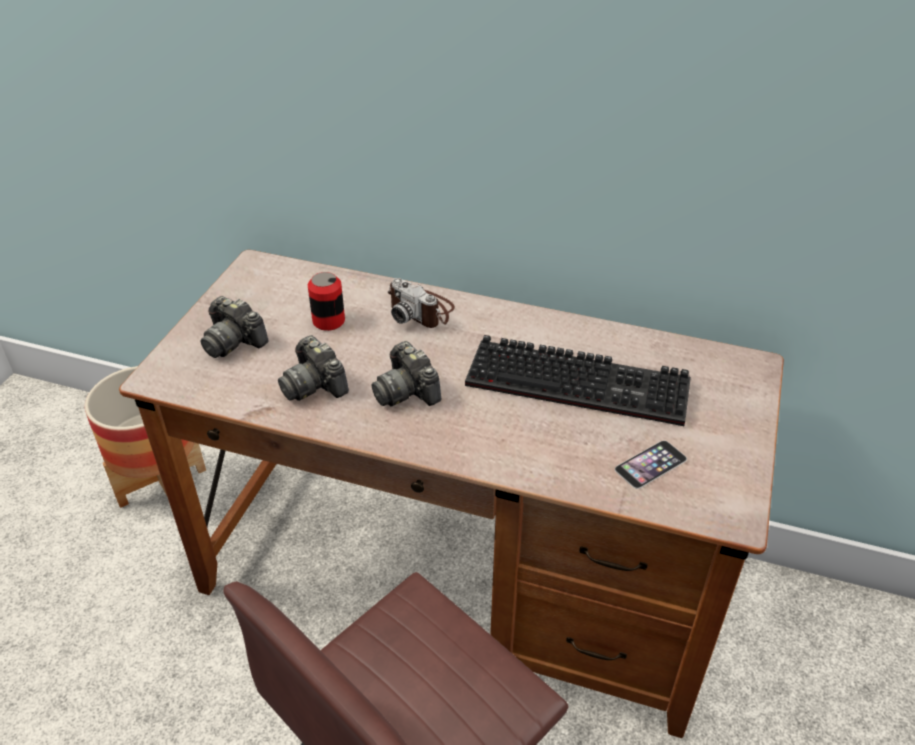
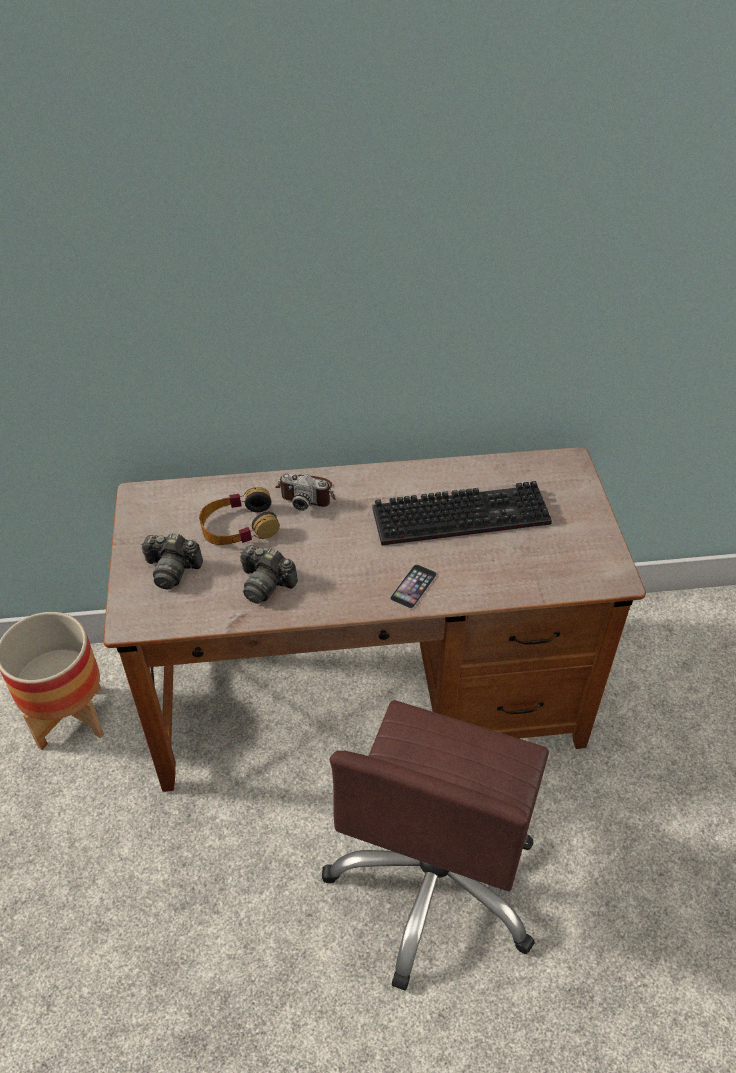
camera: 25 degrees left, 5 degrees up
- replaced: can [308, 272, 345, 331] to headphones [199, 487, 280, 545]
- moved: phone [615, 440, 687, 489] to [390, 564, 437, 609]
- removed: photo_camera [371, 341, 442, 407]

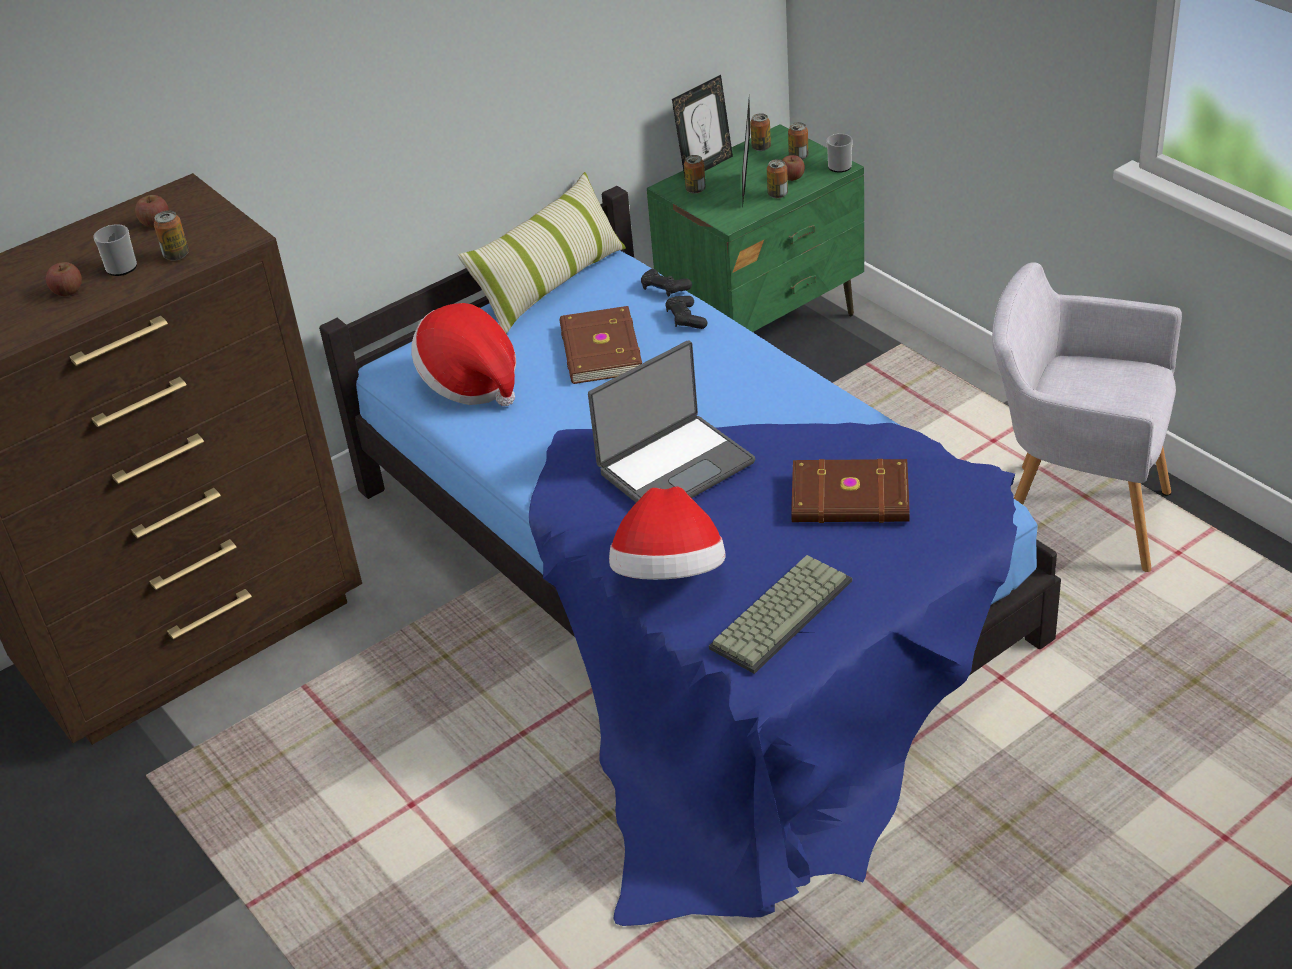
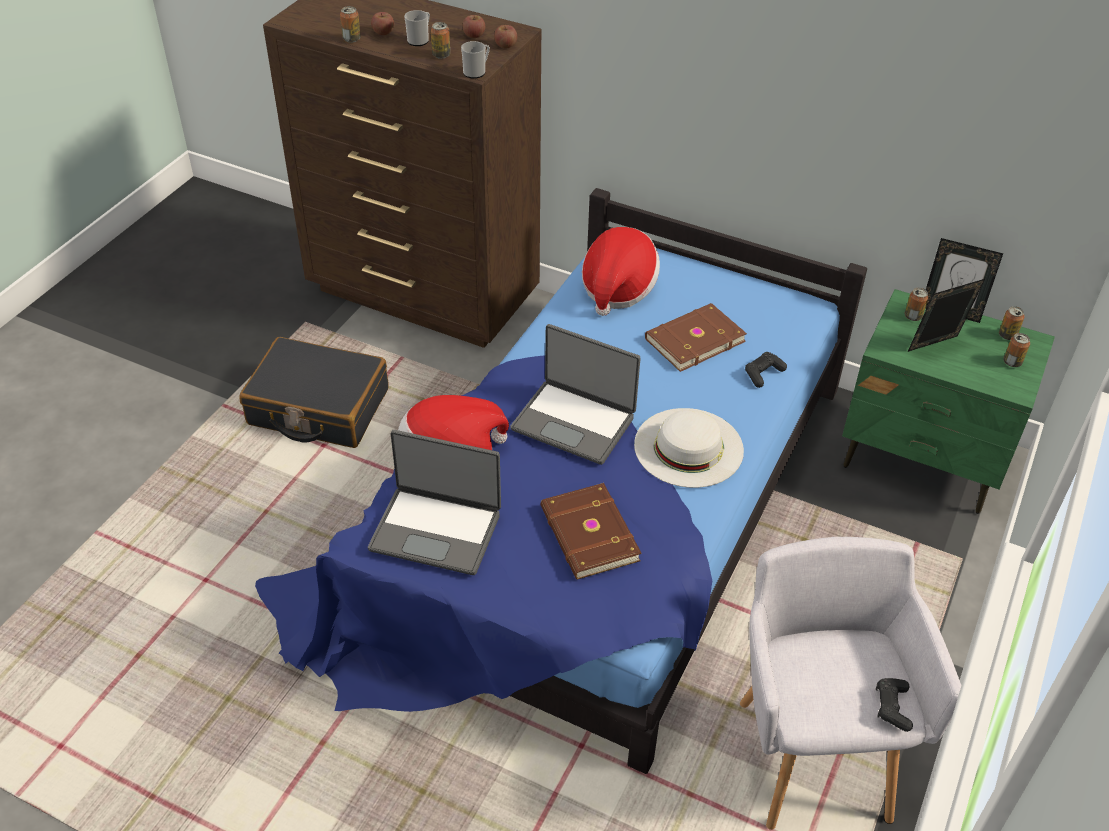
camera: 60 degrees right, 5 degrees up
- added: black_suitcase [239, 337, 389, 448]
- moved: can [767, 159, 788, 198] to [340, 6, 361, 42]
- replaced: keyboard [709, 555, 852, 674] to laptop [368, 430, 501, 575]
- moved: mug [826, 133, 853, 173] to [461, 41, 490, 79]
- moved: apple [782, 155, 805, 181] to [494, 25, 517, 48]
- added: white_hat [634, 408, 744, 488]
- moved: black_game_controller [641, 269, 692, 297] to [876, 678, 913, 732]
- removed: pillow [458, 172, 626, 334]

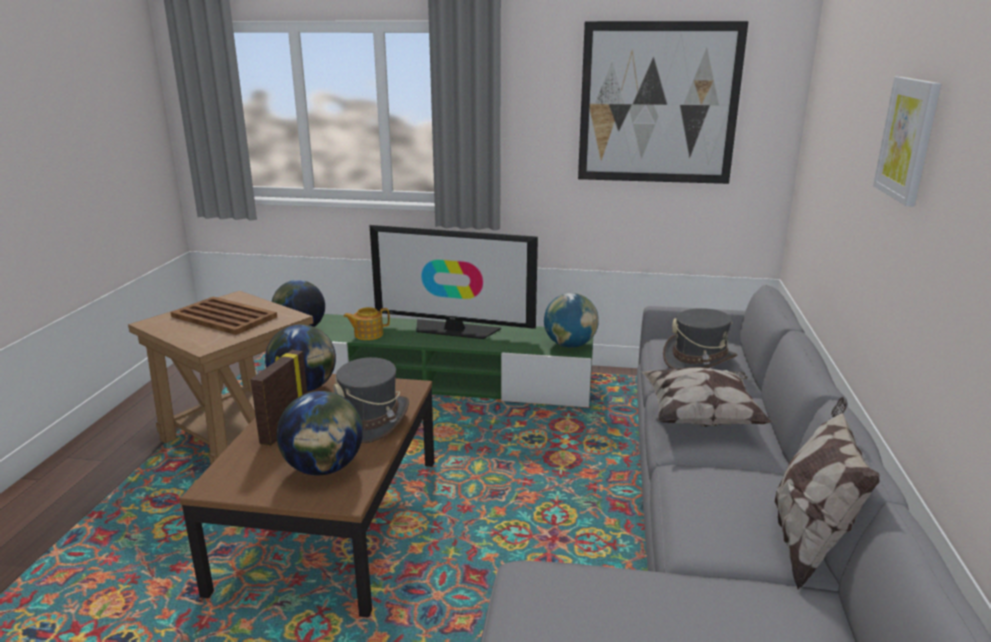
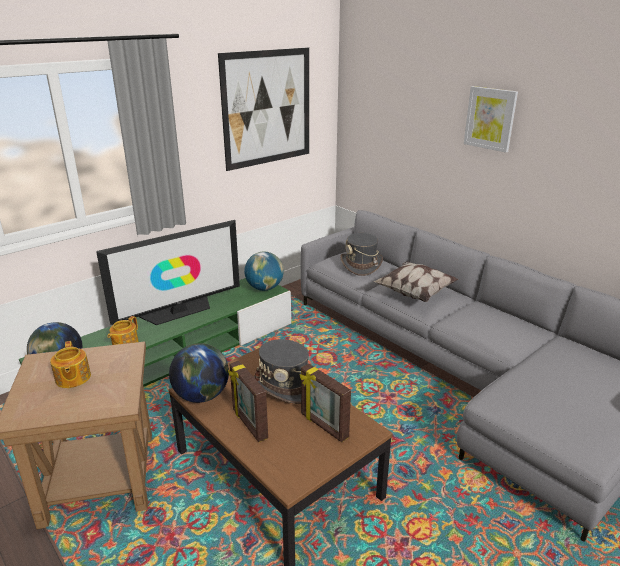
camera: 50 degrees left, 5 degrees up
- replaced: brown_tray [171, 297, 277, 335] to teapot [50, 341, 91, 388]
- replaced: globe [277, 391, 363, 475] to picture_frame [300, 364, 351, 442]
- removed: pillow [774, 397, 880, 589]

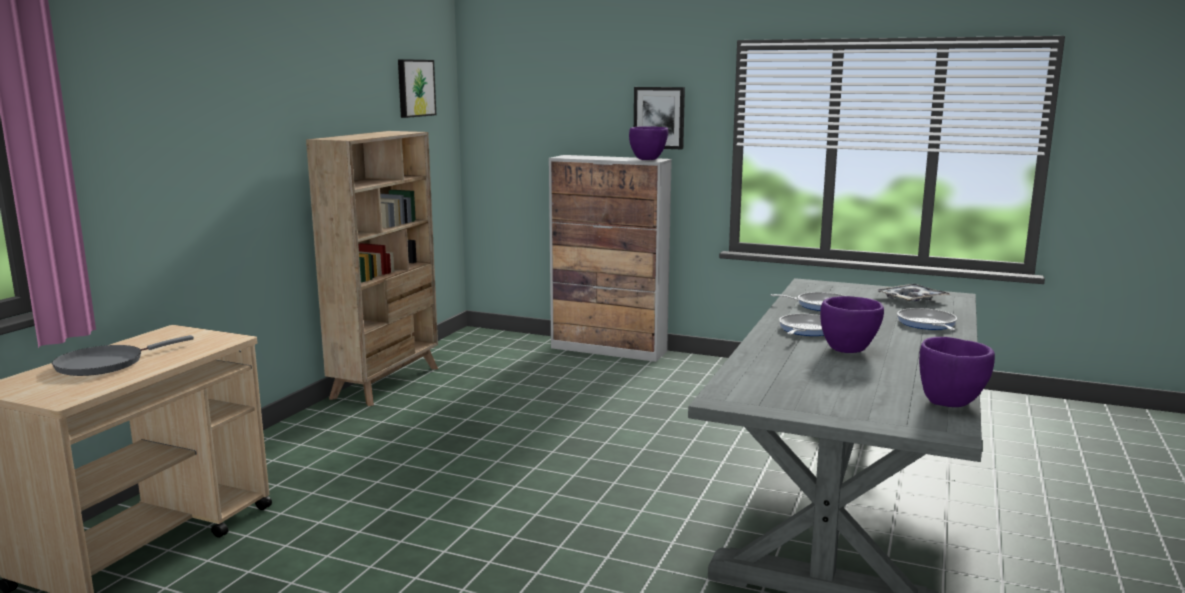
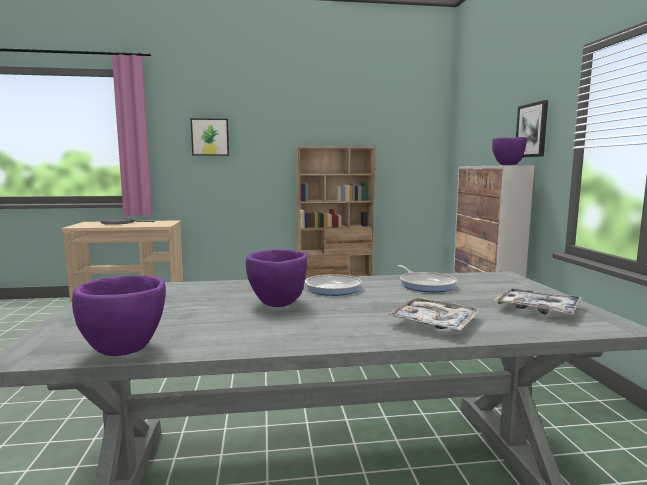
camera: 60 degrees right, 5 degrees down
- moved: picture [398, 59, 436, 118] to [191, 118, 229, 156]
- replaced: frying_pan [897, 308, 957, 331] to tray [387, 297, 481, 330]

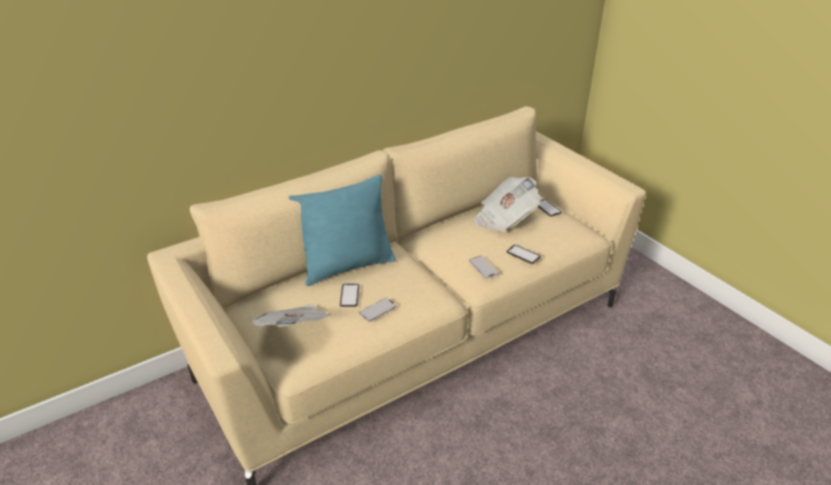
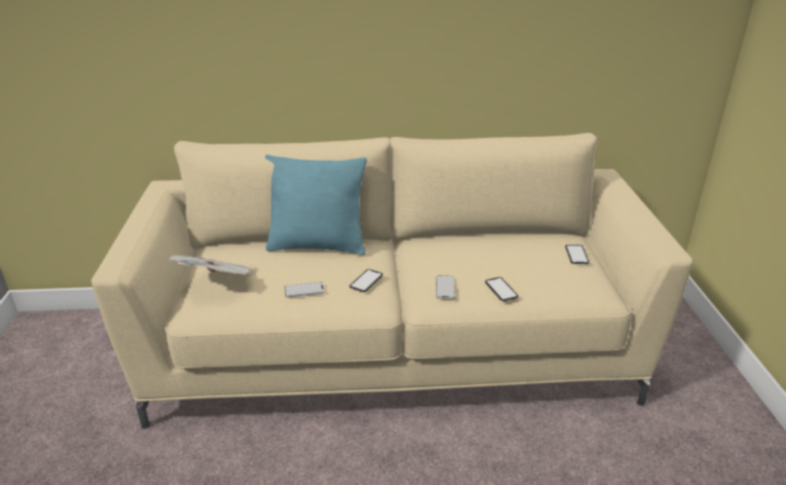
camera: 30 degrees right, 5 degrees down
- moved: phone [340, 284, 359, 307] to [350, 269, 383, 292]
- removed: newspaper [473, 177, 541, 233]

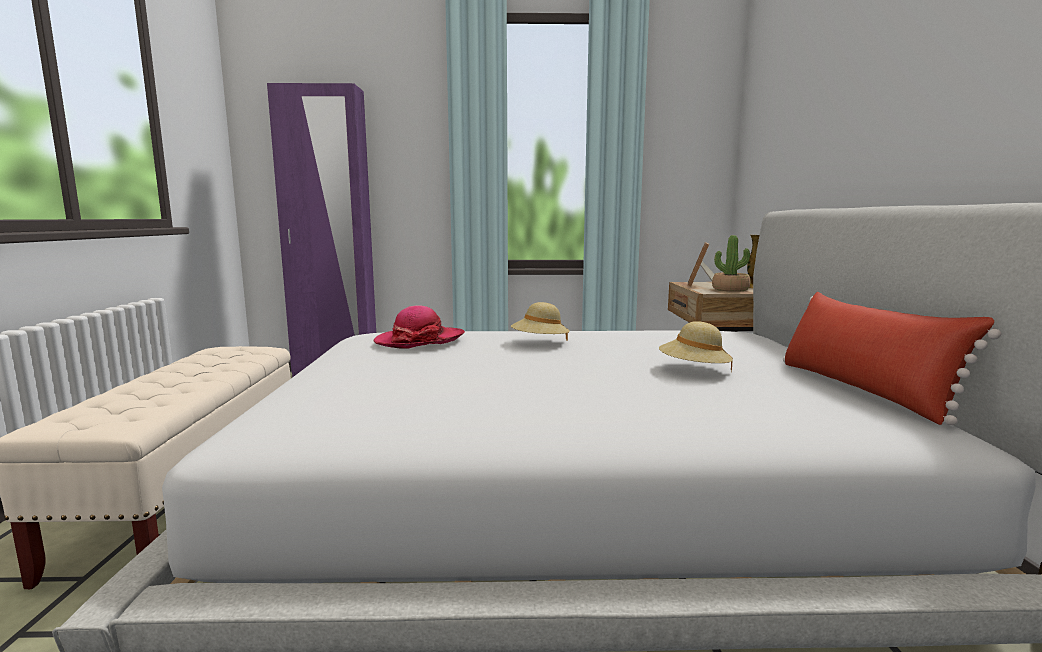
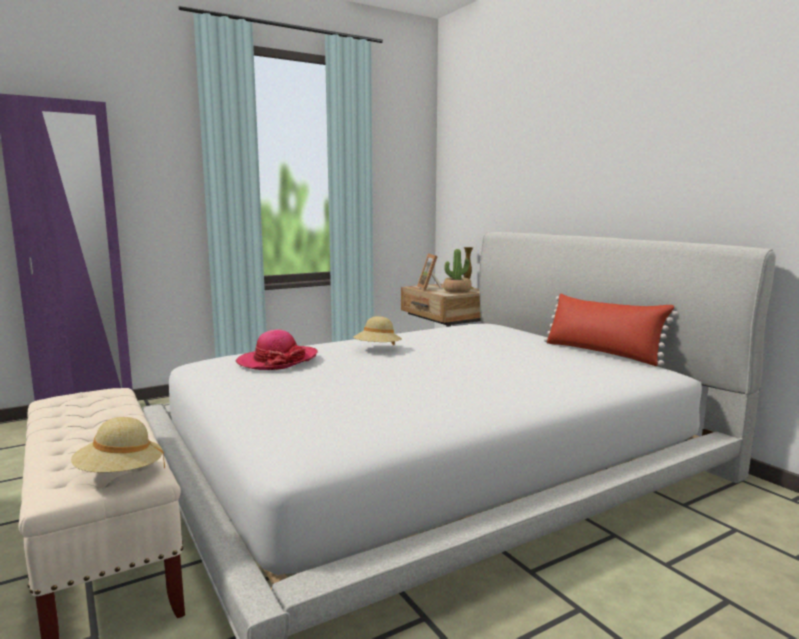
camera: 30 degrees left, 0 degrees up
- moved: beige_hat [659, 321, 733, 372] to [71, 417, 165, 473]

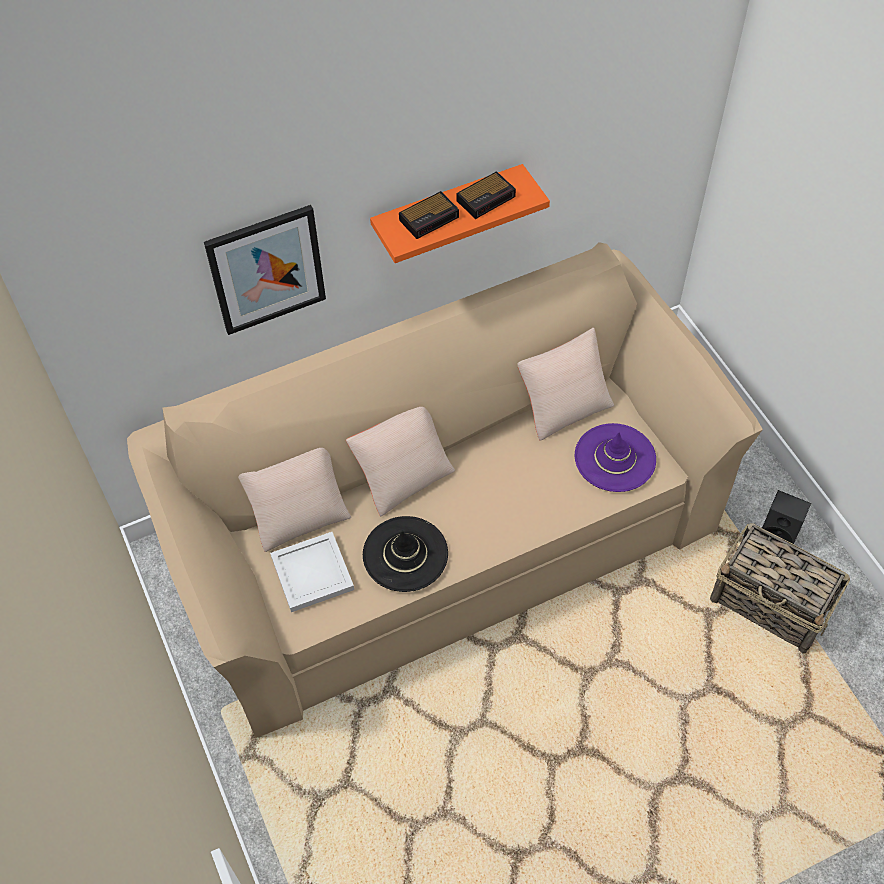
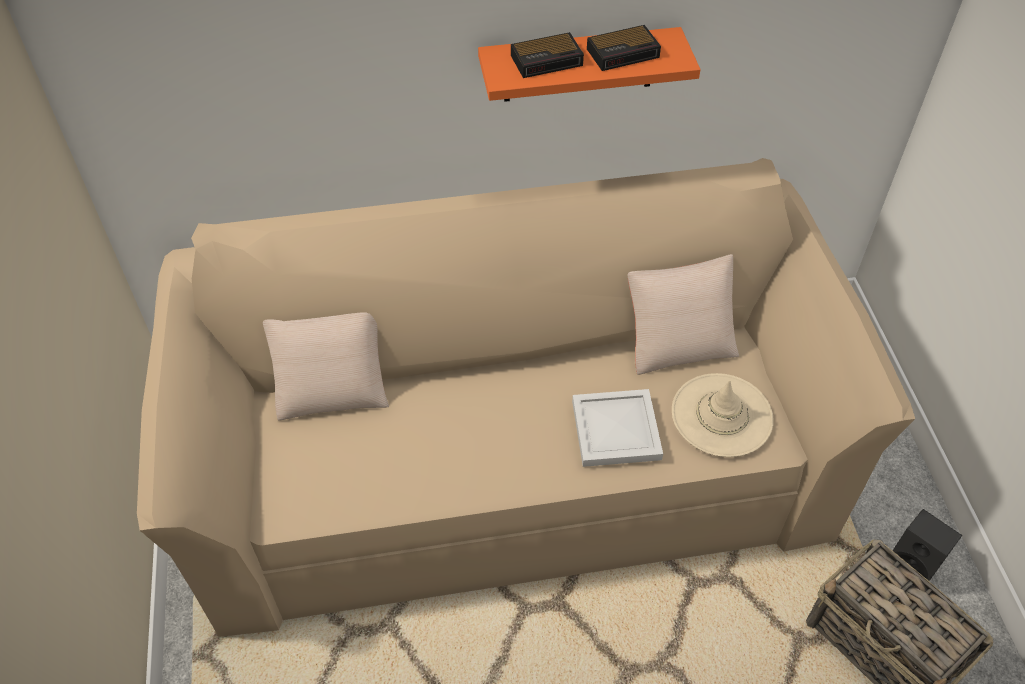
camera: 15 degrees right, 5 degrees down
- moved: white_tray [270, 532, 354, 612] to [572, 389, 663, 467]
- recoloured: purple_hat [575, 423, 656, 492] to beige_hat [672, 373, 774, 457]
- removed: picture [204, 205, 326, 335]
- removed: beige_pillow [346, 407, 455, 516]
- removed: black_hat [363, 516, 448, 592]

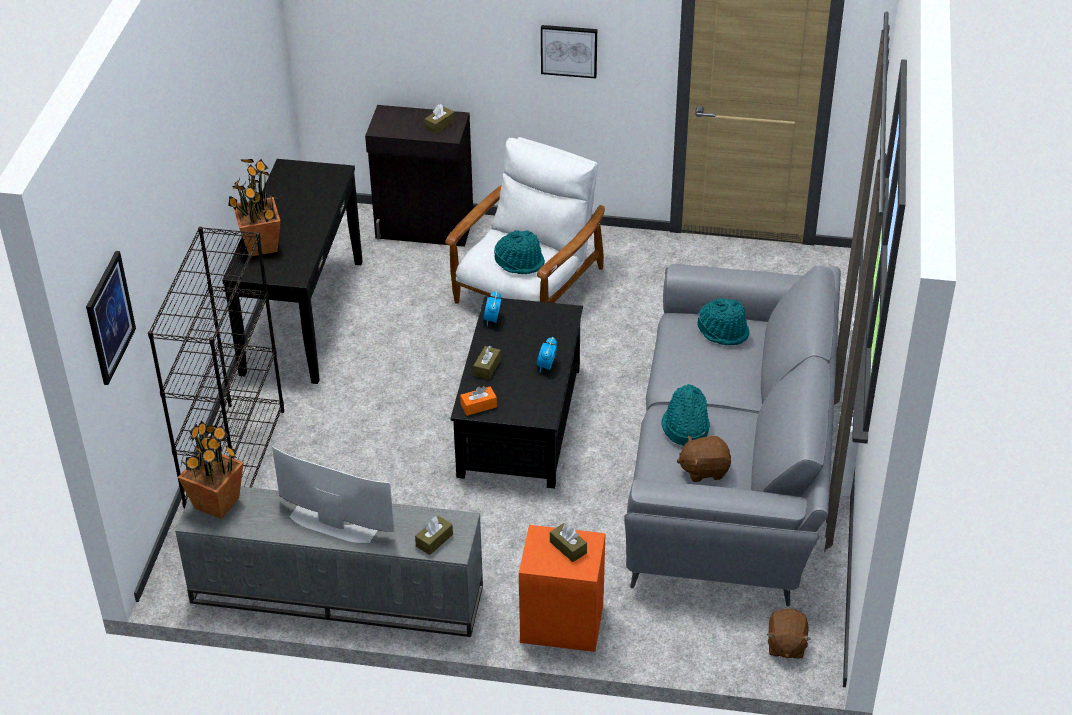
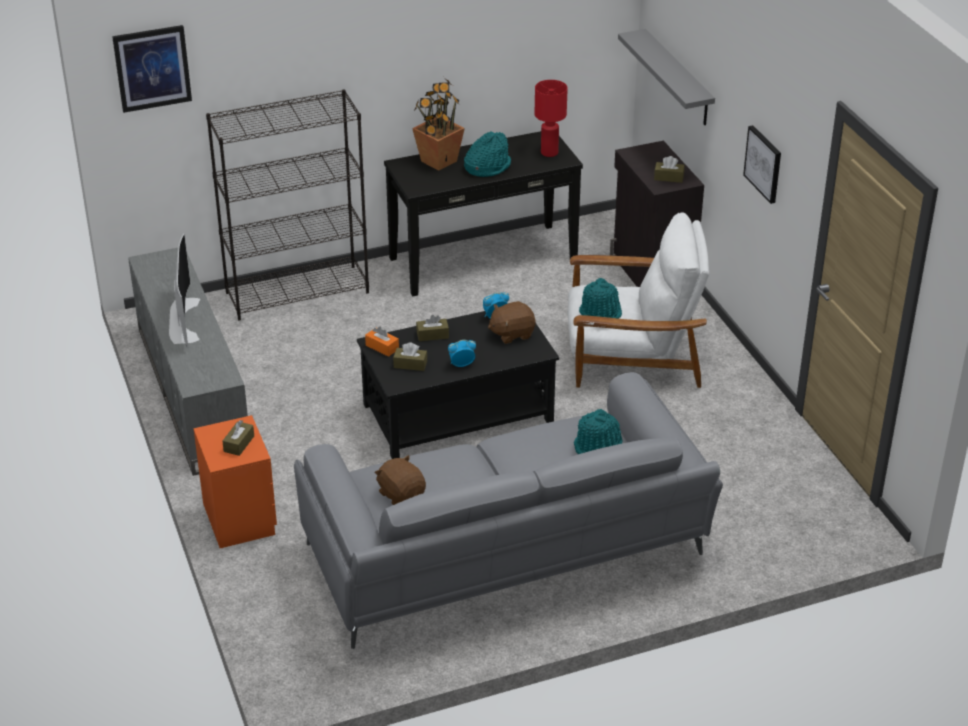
camera: 60 degrees right, 5 degrees down
- moved: brown_tissue_box [415, 516, 453, 555] to [393, 342, 427, 371]
- moved: turquoise_hat [661, 384, 710, 446] to [464, 131, 511, 177]
- moved: brown_plush_toy [767, 609, 811, 659] to [488, 301, 536, 344]
- added: red_table_lamp [535, 80, 568, 157]
- added: grey_shelf [618, 29, 715, 125]
- removed: potted_plant [178, 421, 244, 519]

